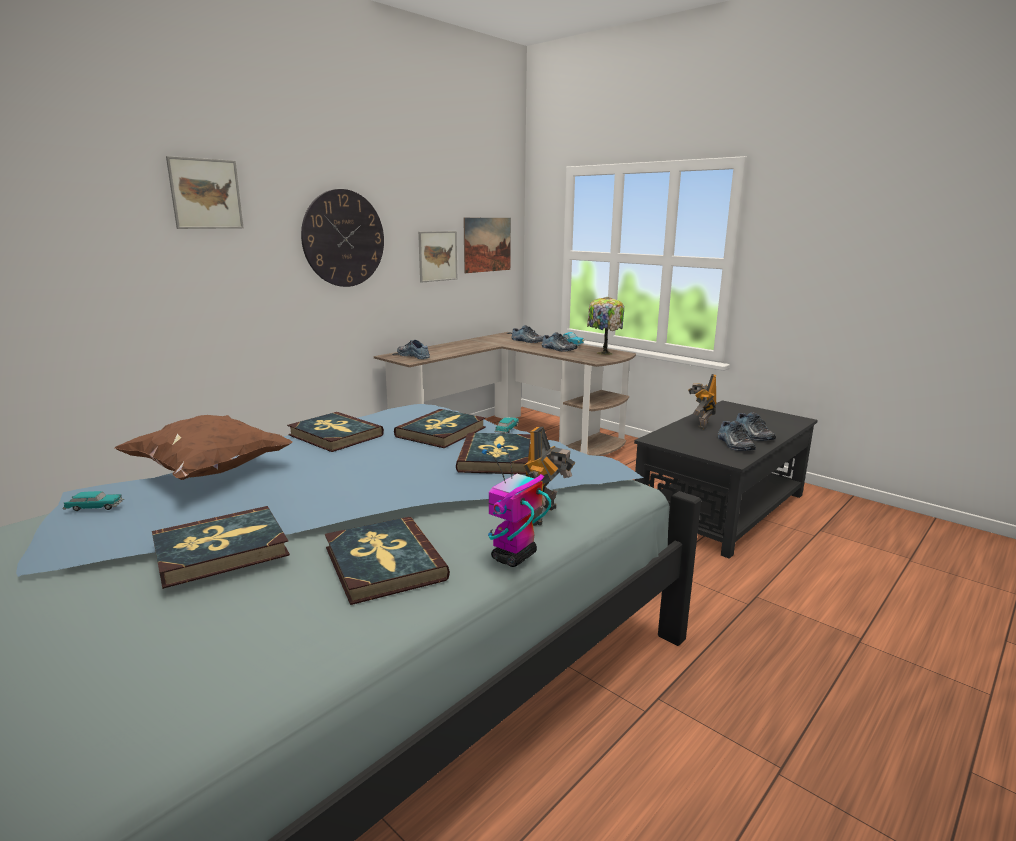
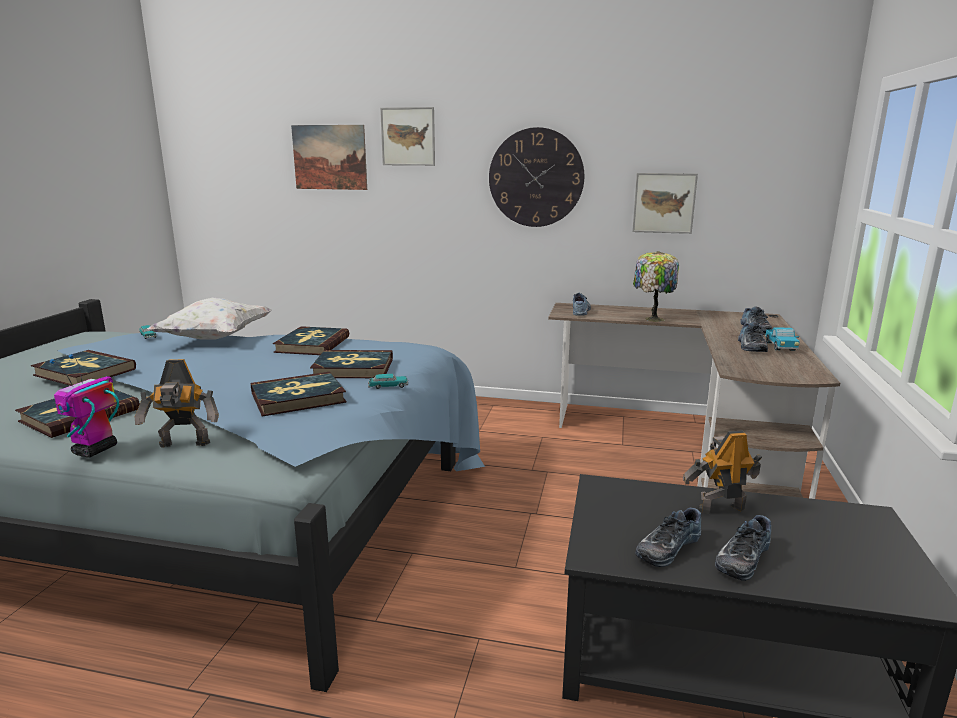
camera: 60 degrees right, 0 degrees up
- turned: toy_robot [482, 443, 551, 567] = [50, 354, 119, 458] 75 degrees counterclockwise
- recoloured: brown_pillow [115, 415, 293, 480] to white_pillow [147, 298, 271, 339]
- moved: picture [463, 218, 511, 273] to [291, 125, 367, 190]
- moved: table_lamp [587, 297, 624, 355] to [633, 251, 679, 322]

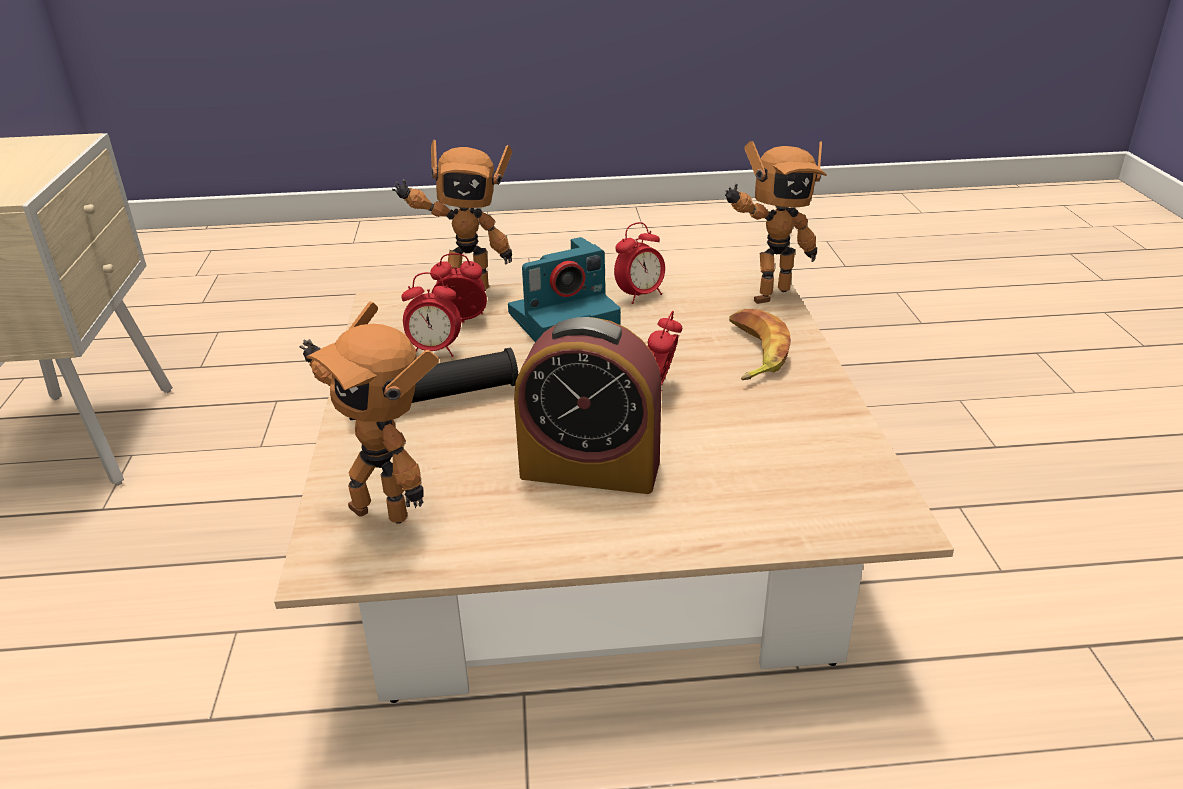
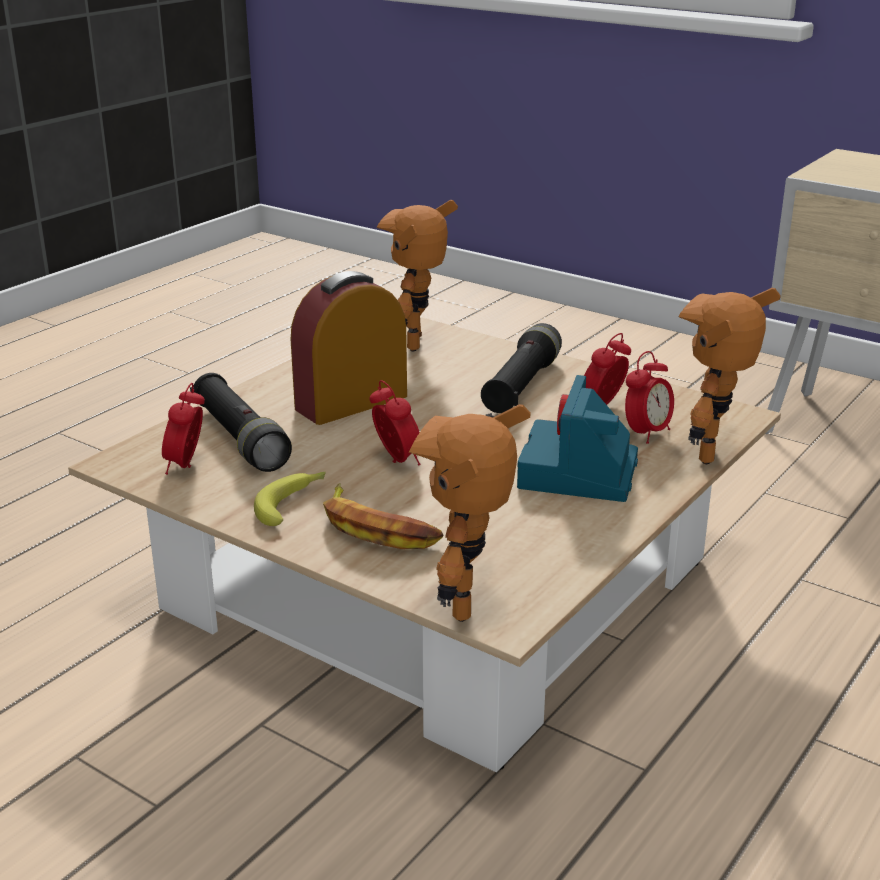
camera: 130 degrees right, 5 degrees down
- moved: alarm_clock [614, 222, 665, 304] to [162, 383, 205, 475]
- added: black_flashlight [190, 373, 292, 472]
- added: banana [254, 472, 326, 526]
- turned: toy_robot [300, 301, 439, 524] = [377, 200, 458, 351] 60 degrees counterclockwise

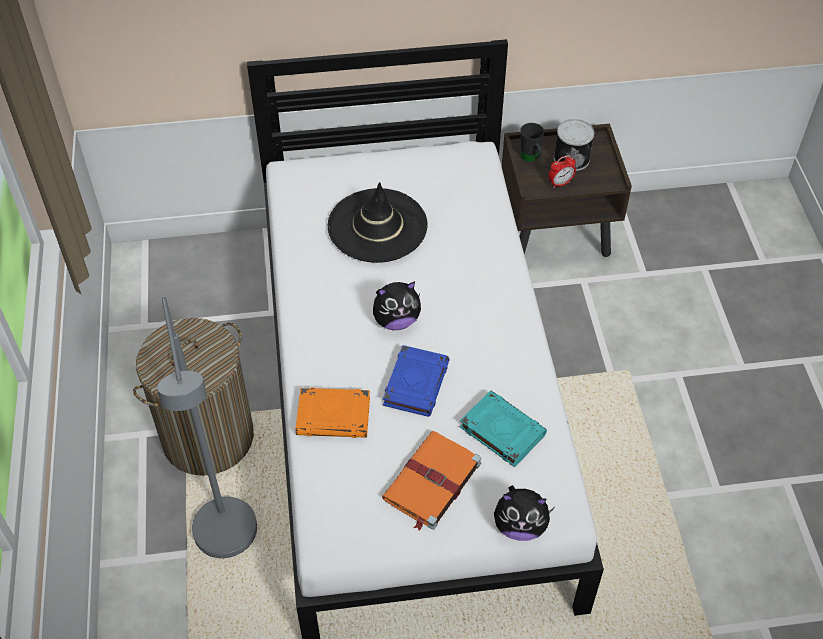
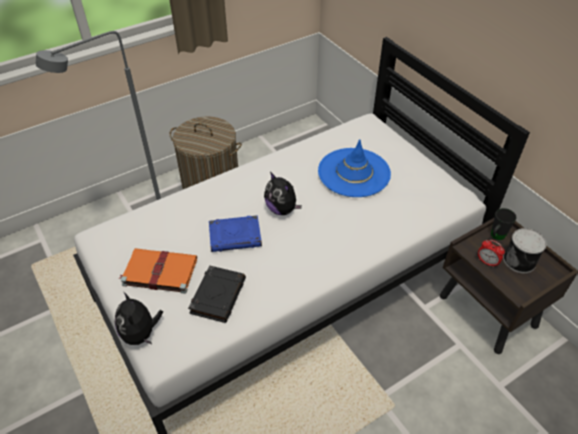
camera: 65 degrees right, 5 degrees down
- recoloured: turquoise_book [460, 390, 547, 467] to black_book [188, 265, 246, 323]
- recoloured: black_hat [328, 182, 428, 263] to blue_hat [318, 139, 391, 197]
- removed: orange_book [296, 387, 370, 438]

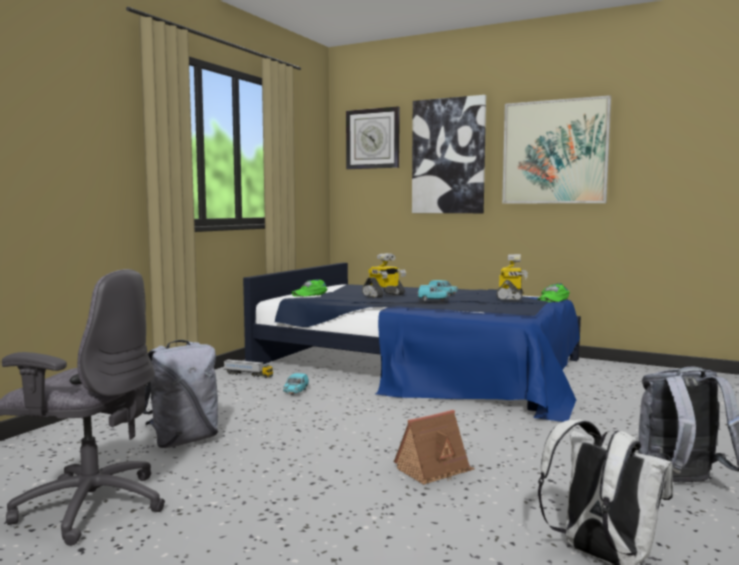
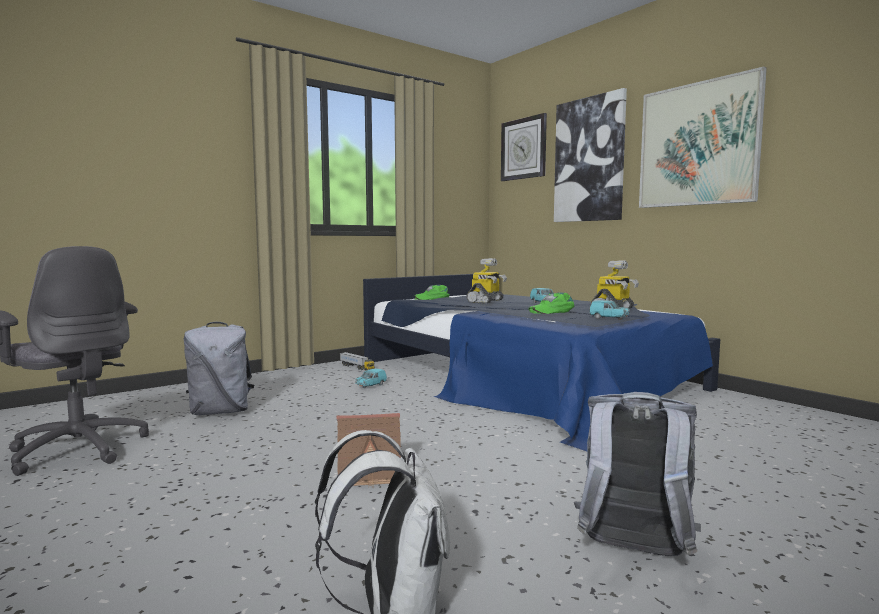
camera: 25 degrees right, 0 degrees up
- turned: toy_robot [362, 253, 406, 298] = [466, 258, 507, 304] 45 degrees counterclockwise
- moved: green_cap [537, 284, 570, 302] to [528, 293, 574, 314]
- moved: turquoise_toy_car [417, 285, 449, 301] to [589, 300, 630, 320]

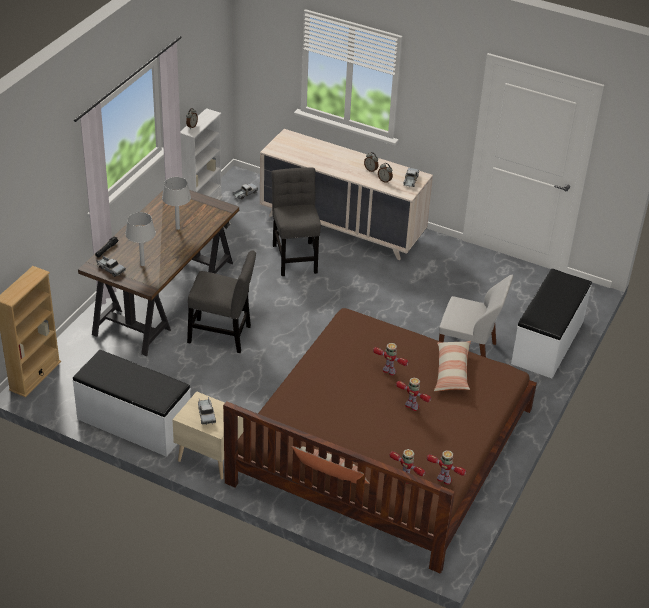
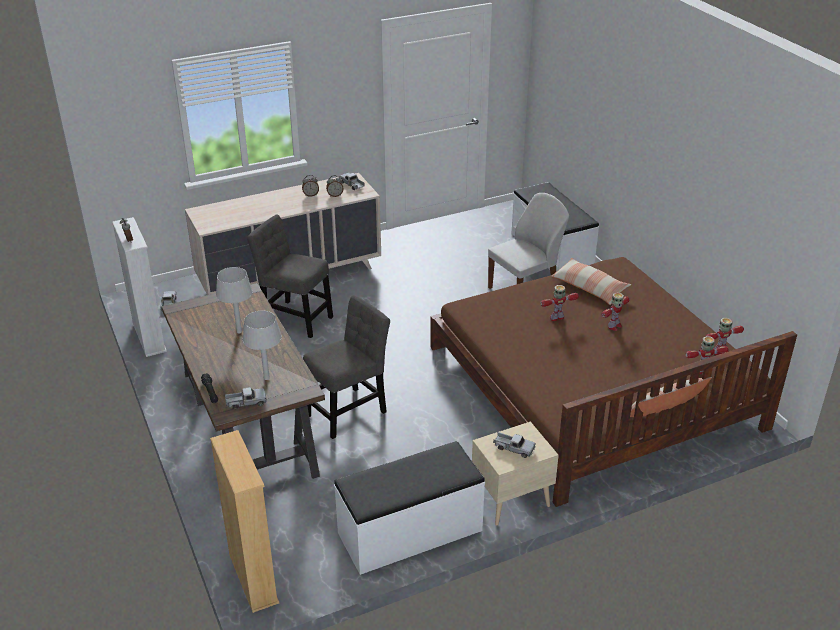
camera: 50 degrees left, 5 degrees down
- turned: toy_robot [396, 378, 431, 411] = [602, 292, 629, 331] 150 degrees clockwise

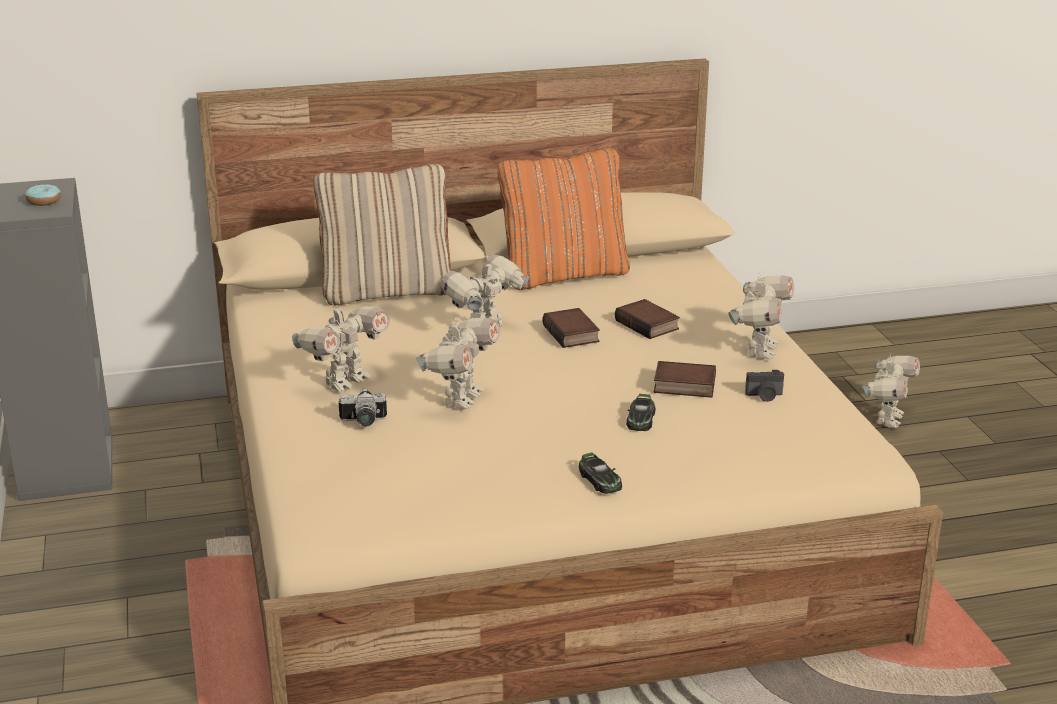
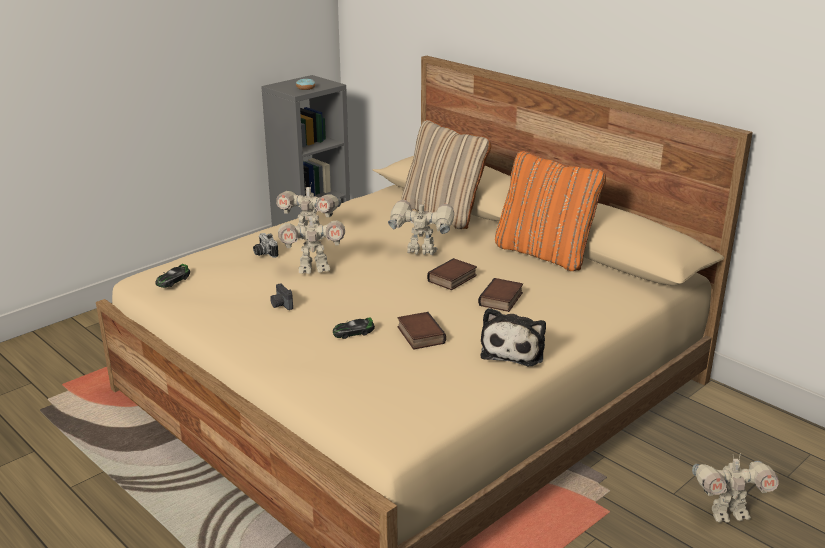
camera: 60 degrees right, 0 degrees up
- moved: toy_car [579, 453, 622, 494] to [156, 264, 190, 288]
- moved: photo_camera [745, 370, 784, 402] to [270, 284, 293, 310]
- replaced: toy_robot [728, 272, 794, 359] to plush_toy [481, 308, 546, 366]

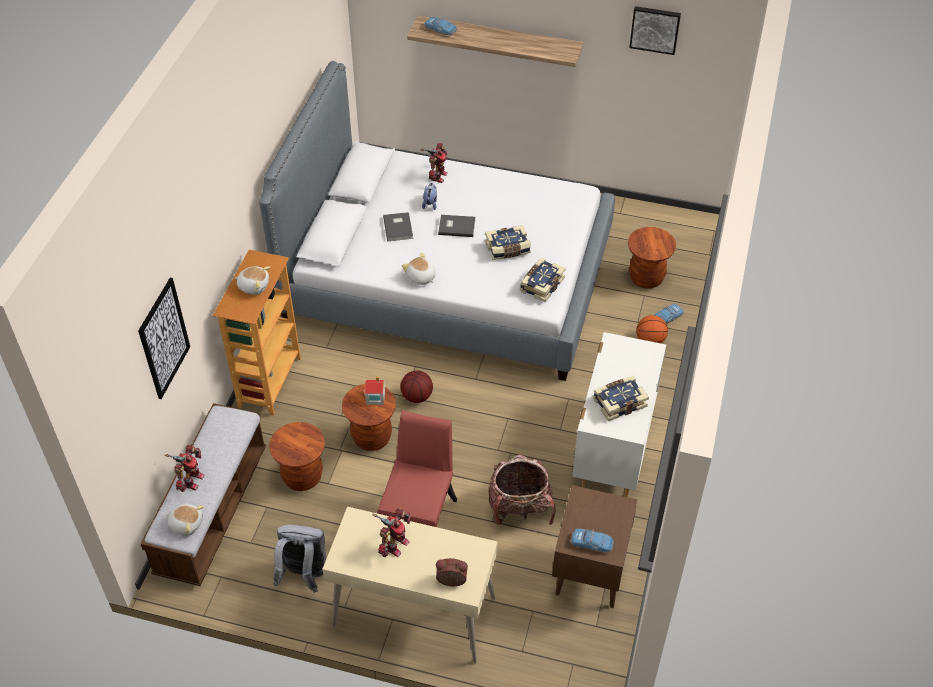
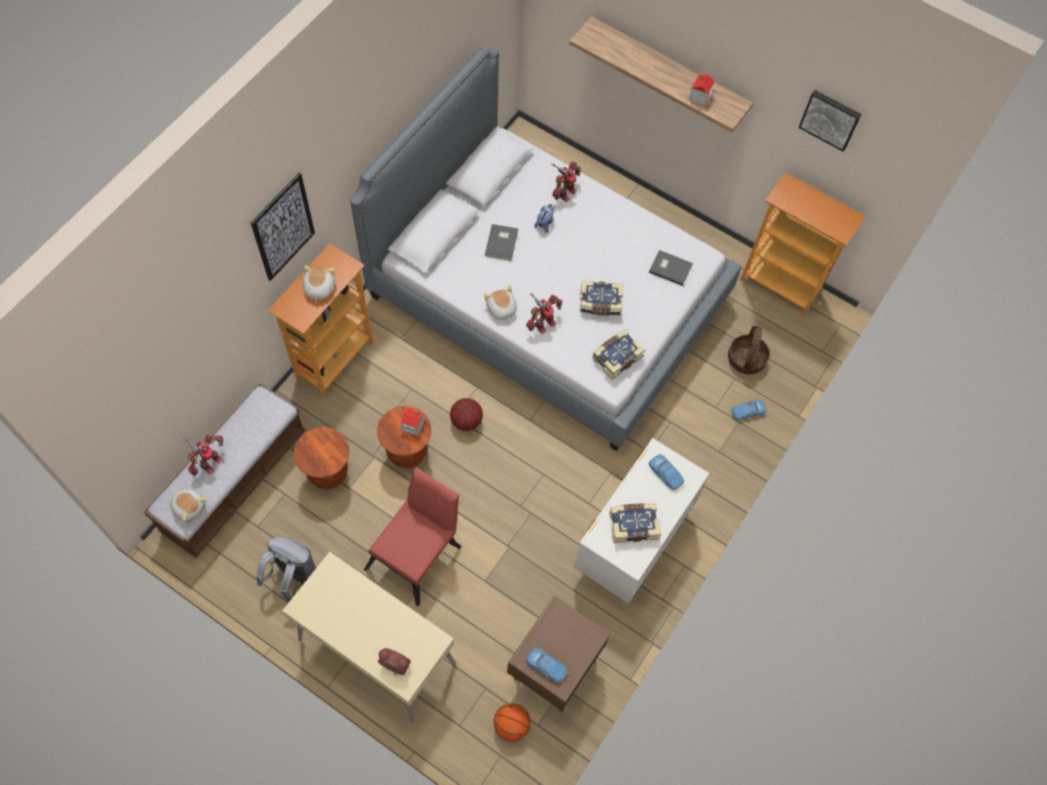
camera: 15 degrees right, 15 degrees up
- moved: picture [138, 277, 190, 399] to [250, 173, 315, 281]
- turned: plush_toy [235, 266, 271, 295] = [303, 265, 335, 303] 120 degrees counterclockwise
- moved: basketball [636, 315, 668, 343] to [494, 704, 531, 742]
- moved: toy_robot [372, 508, 411, 557] to [526, 293, 562, 334]
- moved: grey_book [438, 215, 475, 237] to [649, 250, 693, 286]
- moved: toy_car [424, 17, 457, 36] to [649, 454, 684, 490]
- added: toy_house [688, 72, 715, 106]
- replaced: brown_stool [628, 227, 676, 289] to basket [728, 326, 770, 374]
- added: bookcase [740, 172, 866, 317]
- removed: backpack [489, 454, 556, 525]

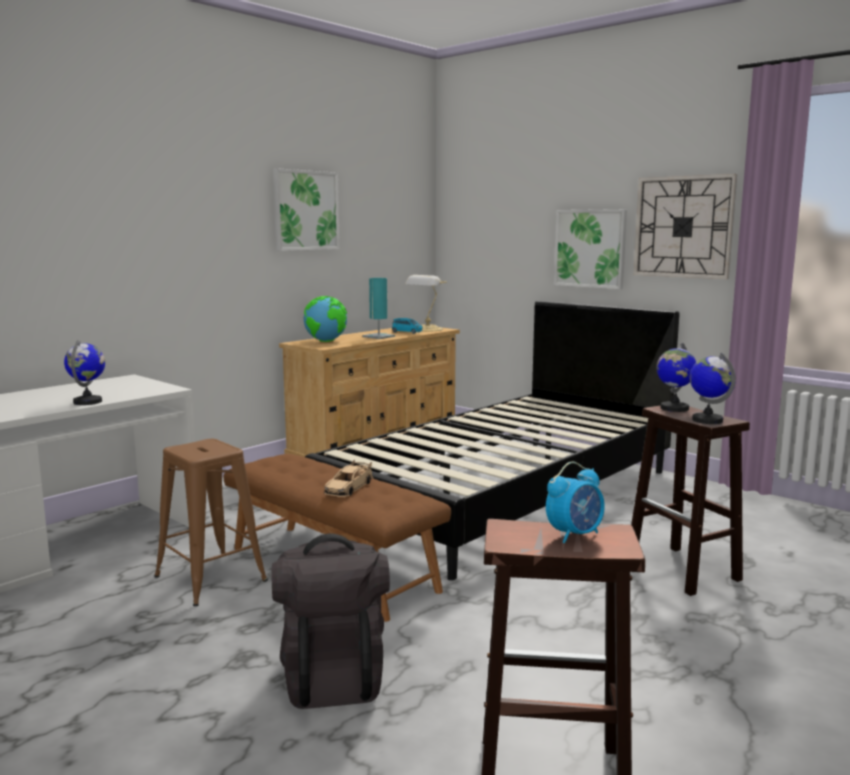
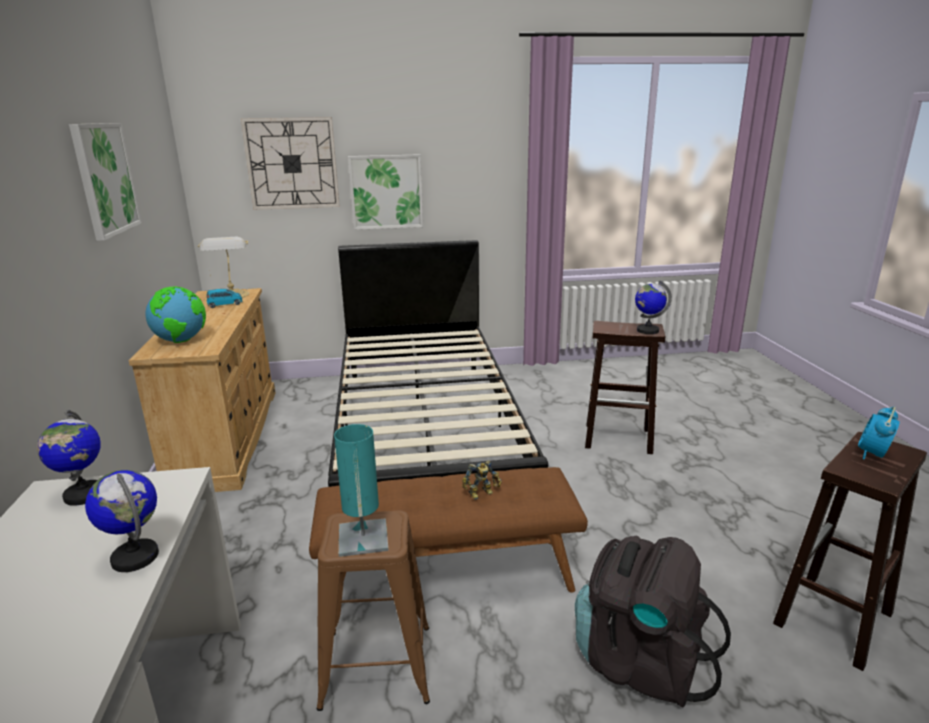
camera: 50 degrees left, 10 degrees up
- moved: globe [656, 343, 696, 412] to [37, 410, 101, 506]
- moved: wall_clock [634, 174, 737, 279] to [241, 117, 340, 210]
- moved: turquoise_table_lamp [362, 278, 395, 339] to [334, 424, 389, 557]
- replaced: beige_toy_car [324, 460, 373, 497] to toy_robot [462, 460, 502, 500]
- turned: alarm_clock [546, 462, 605, 543] = [858, 407, 900, 460] 150 degrees counterclockwise

